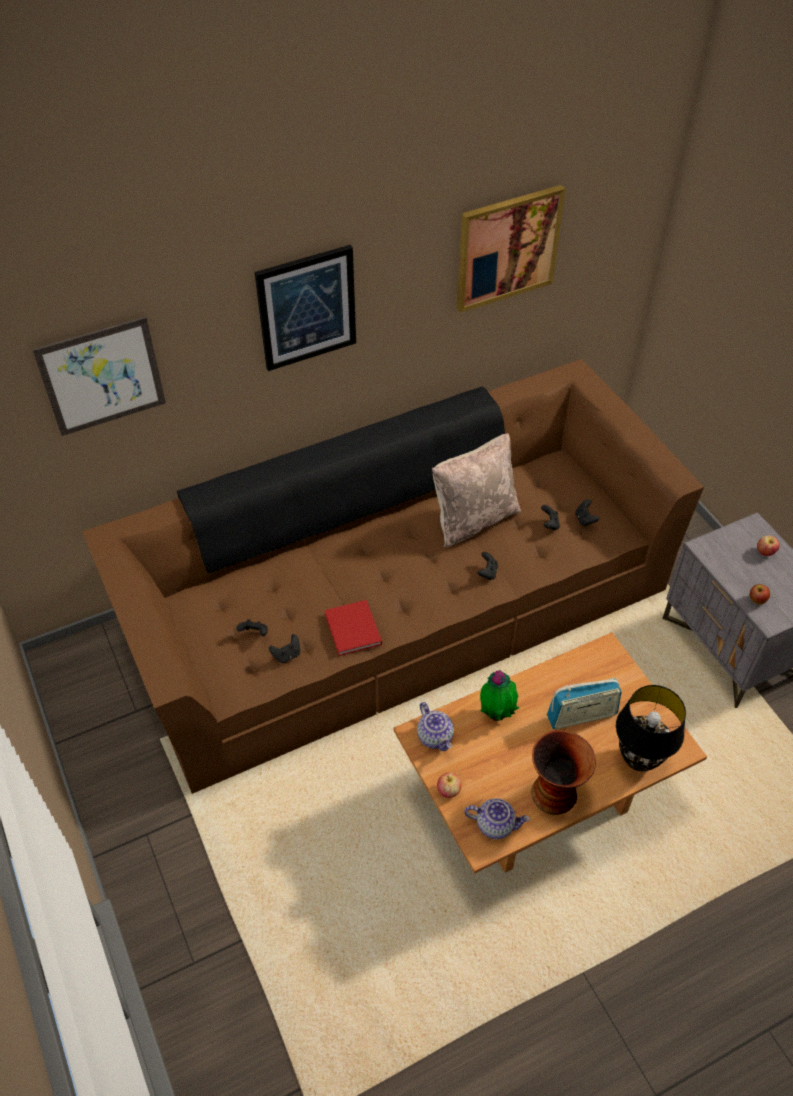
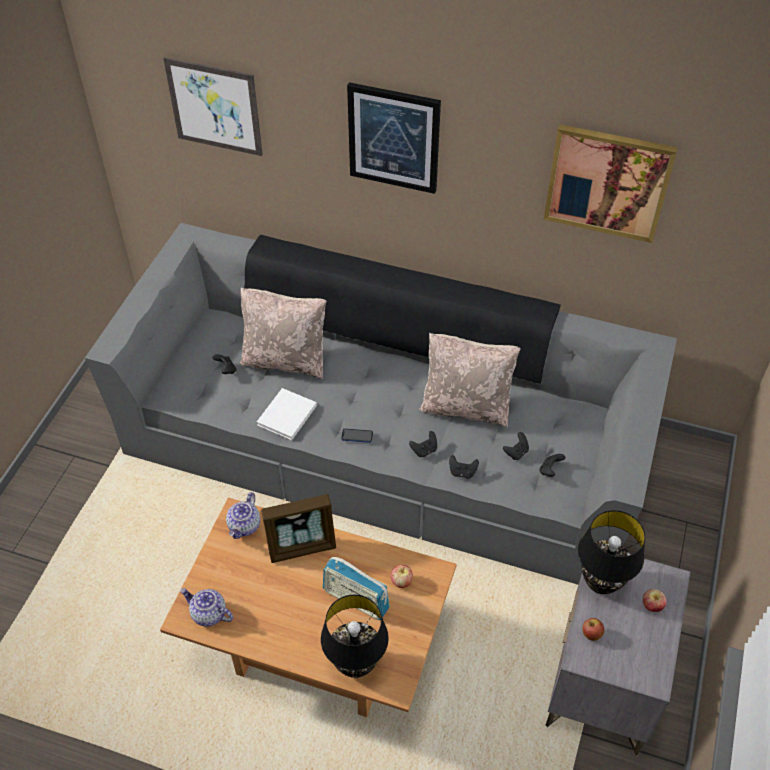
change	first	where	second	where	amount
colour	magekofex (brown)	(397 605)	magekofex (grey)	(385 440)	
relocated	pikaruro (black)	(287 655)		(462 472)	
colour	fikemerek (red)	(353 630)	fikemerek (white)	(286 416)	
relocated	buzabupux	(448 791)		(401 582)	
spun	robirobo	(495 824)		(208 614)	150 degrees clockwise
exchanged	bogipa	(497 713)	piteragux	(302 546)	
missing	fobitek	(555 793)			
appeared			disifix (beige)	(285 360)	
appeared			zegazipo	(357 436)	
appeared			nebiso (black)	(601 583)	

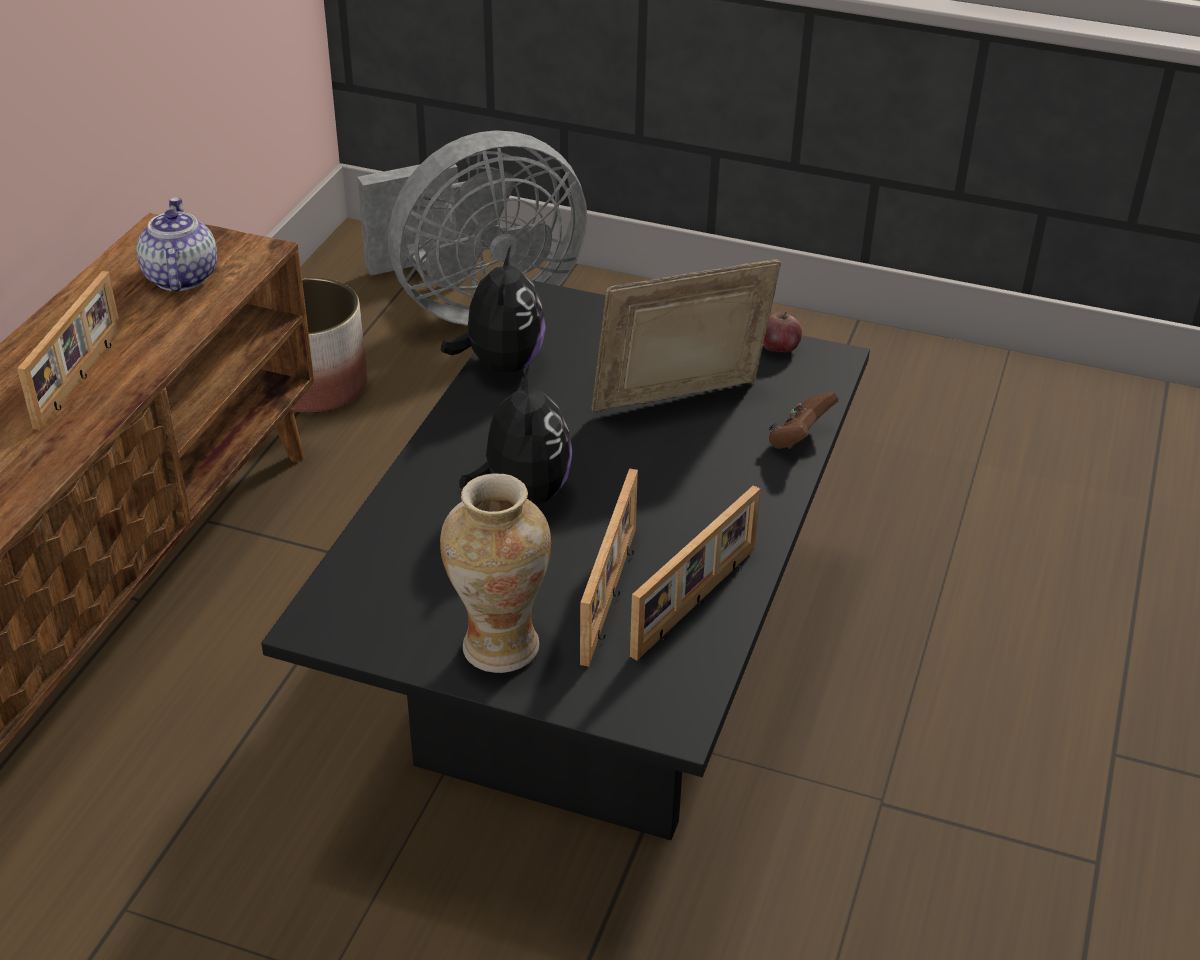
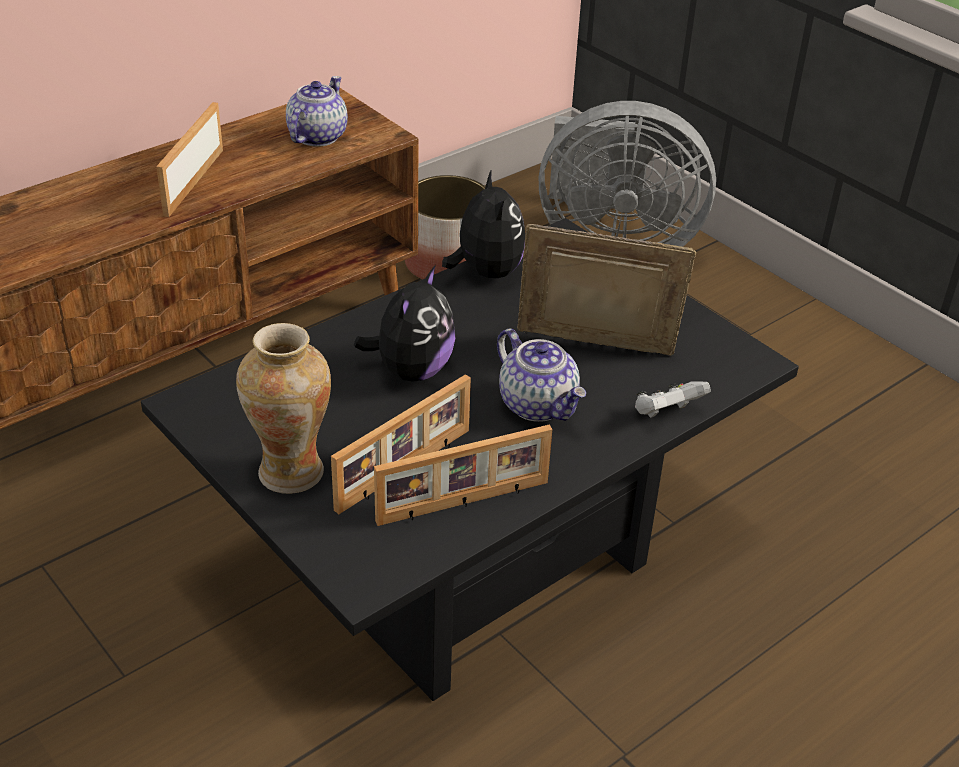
change	first	where	second	where	amount
spun	piteragux	(81 377)		(192 181)	150 degrees clockwise
spun	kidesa	(501 364)		(485 272)	45 degrees counterclockwise
missing	buzabupux	(778 348)			
colour	pikaruro (brown)	(799 439)	pikaruro (white)	(666 413)	
appeared			robirobo	(539 405)	

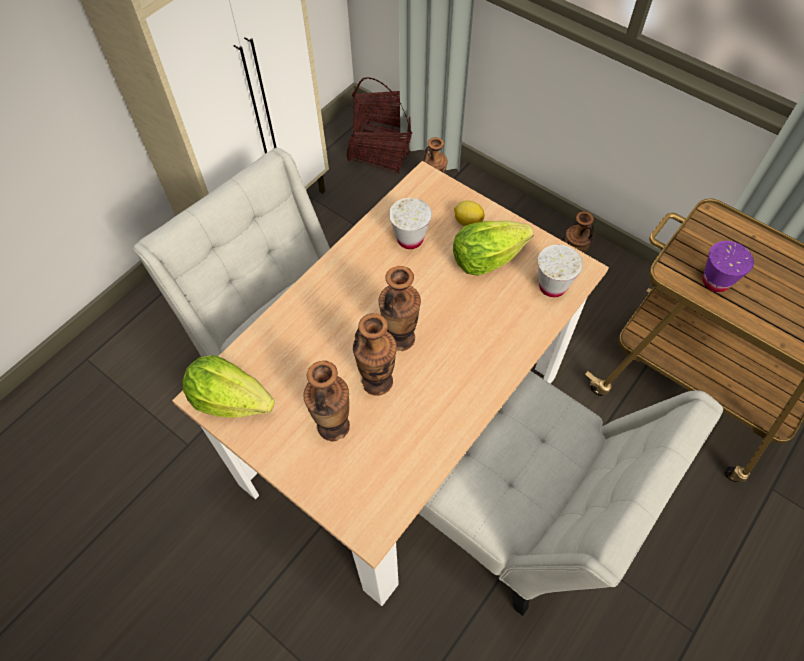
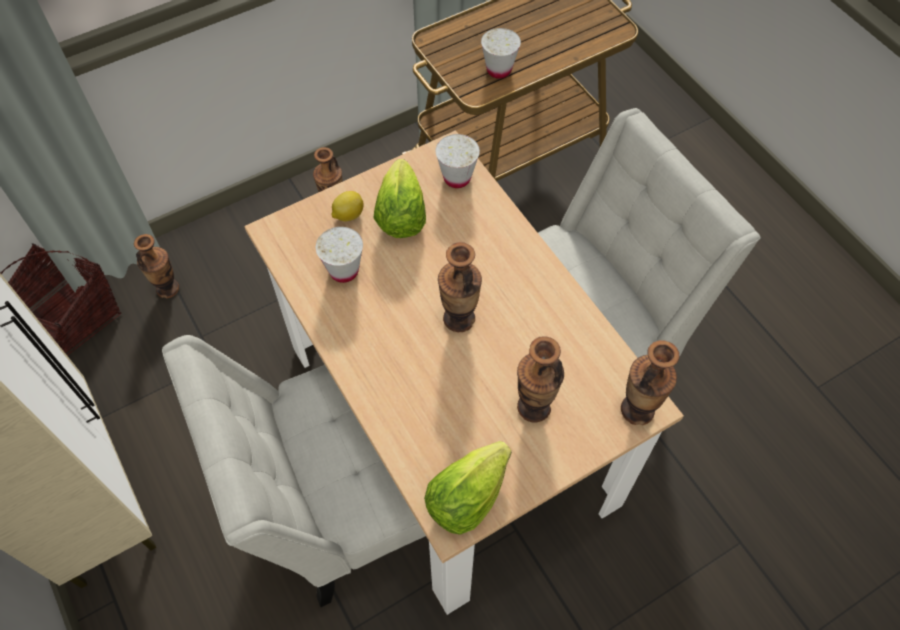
change	first	where	second	where	amount
relocated	fobitek	(377 382)		(637 410)	
colour	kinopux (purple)	(715 282)	kinopux (white)	(499 70)	

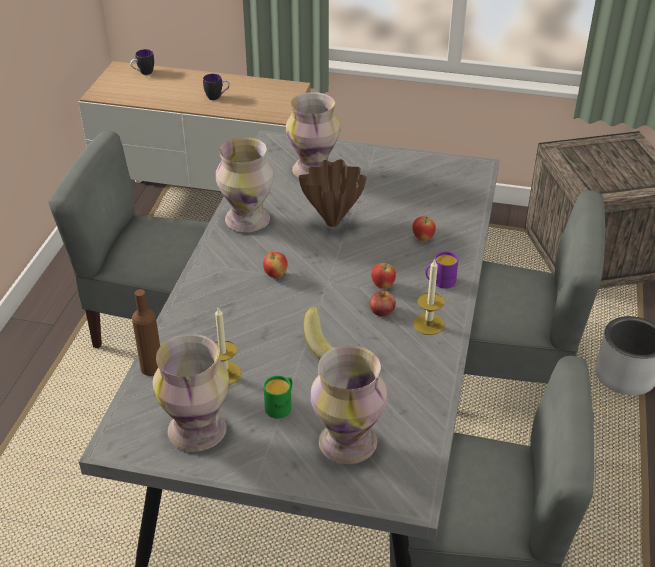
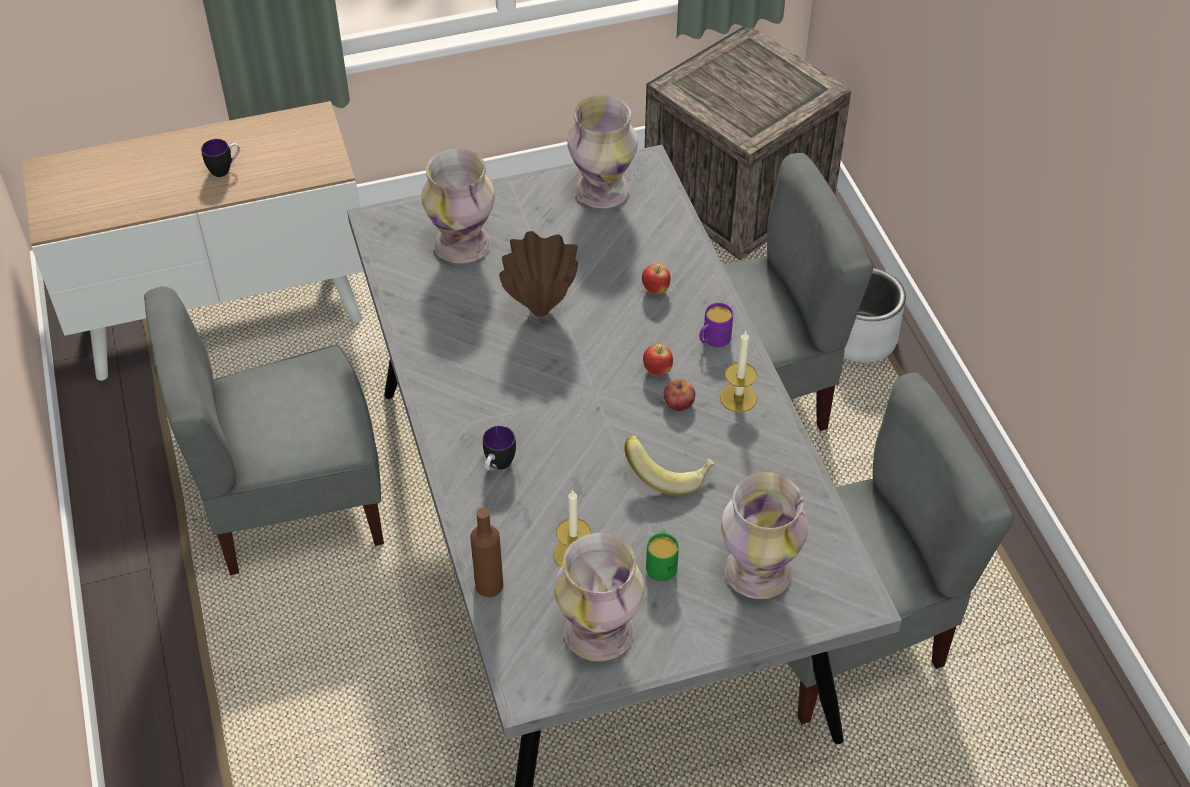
change	first	where	second	where	amount
relocated	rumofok	(143 73)		(497 466)	
relocated	fobitek	(248 220)		(603 191)	
missing	buzabupux	(275 275)			

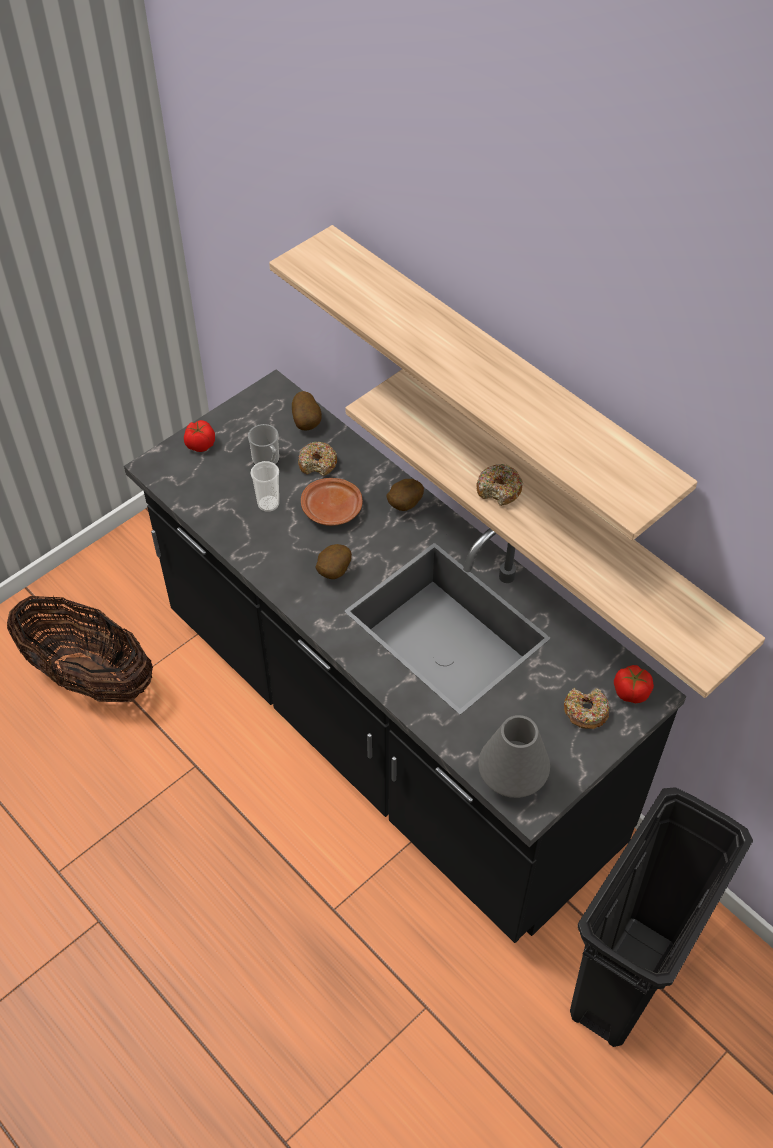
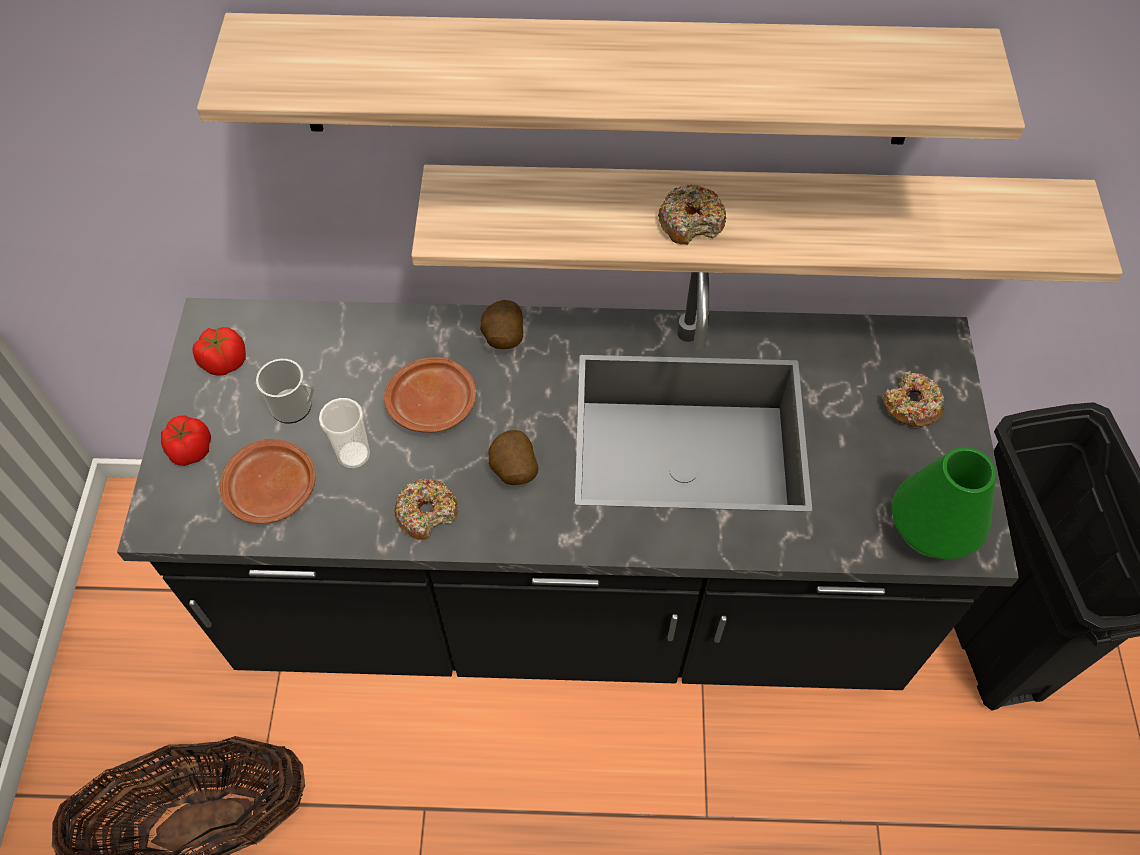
change	first	where	second	where	amount
missing	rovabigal	(307 422)			
relocated	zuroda	(318 464)		(427 513)	
colour	fobitek (grey)	(512 777)	fobitek (green)	(930 530)	
relocated	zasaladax	(630 691)		(224 362)	
appeared			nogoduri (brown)	(272 490)	

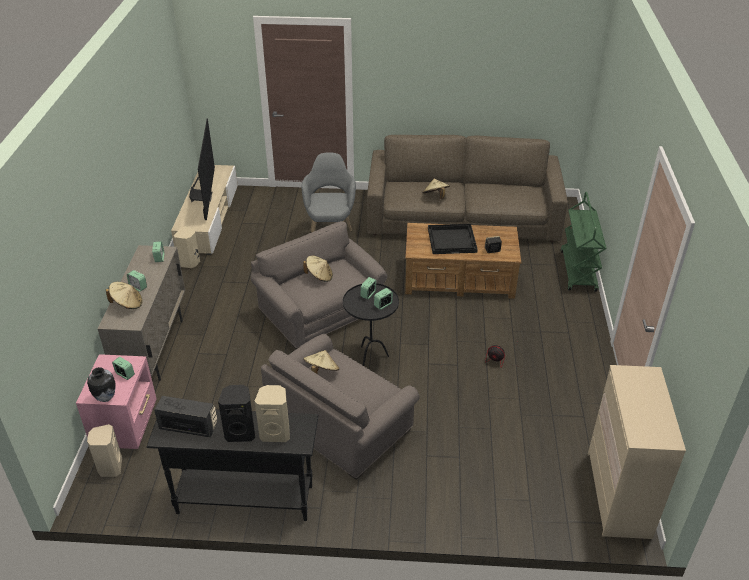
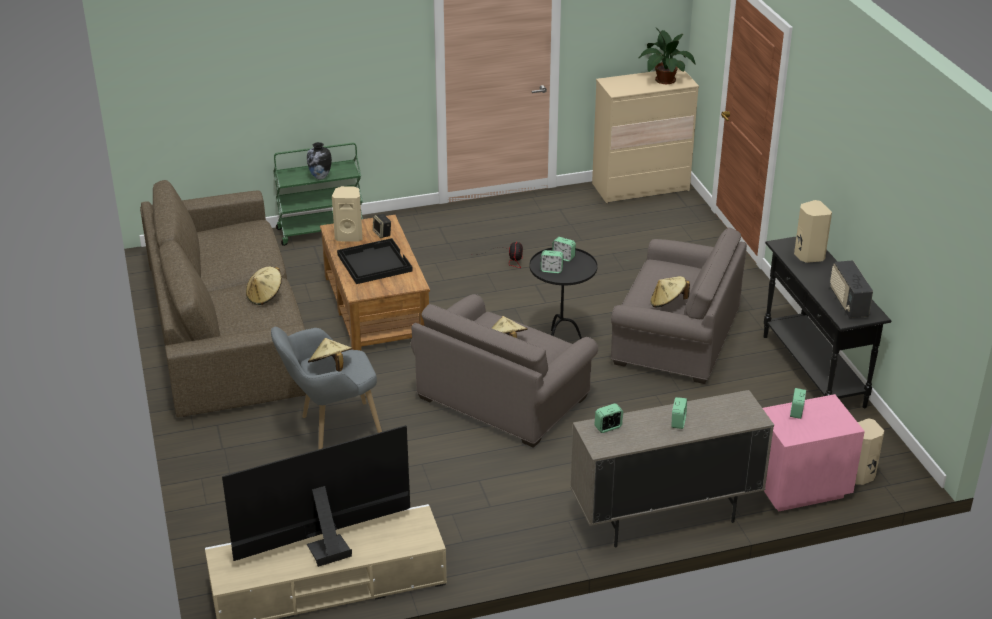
change	first	where	second	where	amount
relocated	fobitek	(105 398)		(320 177)	
relocated	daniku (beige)	(127 304)		(331 366)	
relocated	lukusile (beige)	(190 263)		(349 236)	
missing	lukusile (black)	(241 432)			
appeared			bogipa	(663 79)	

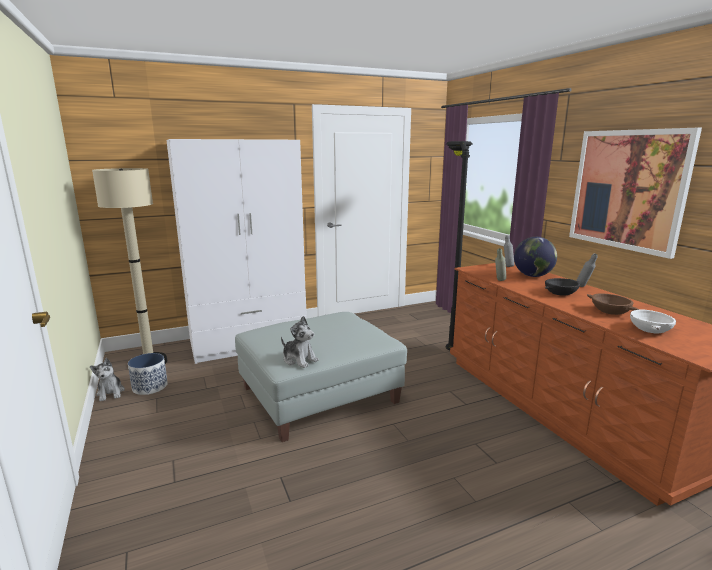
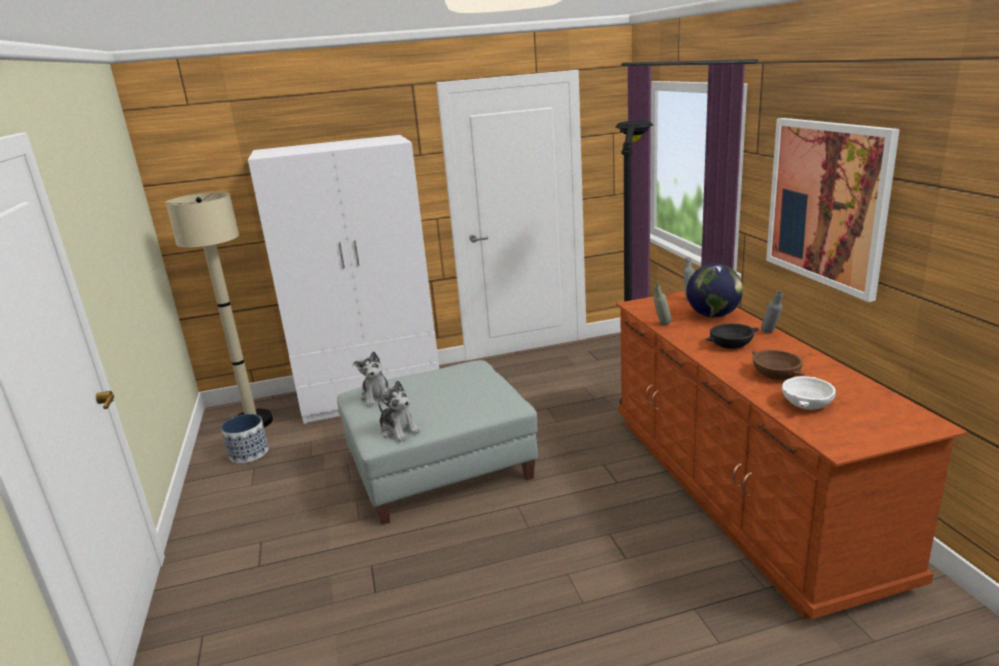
change	first	where	second	where	amount
relocated	kidesa	(111 393)		(377 396)	

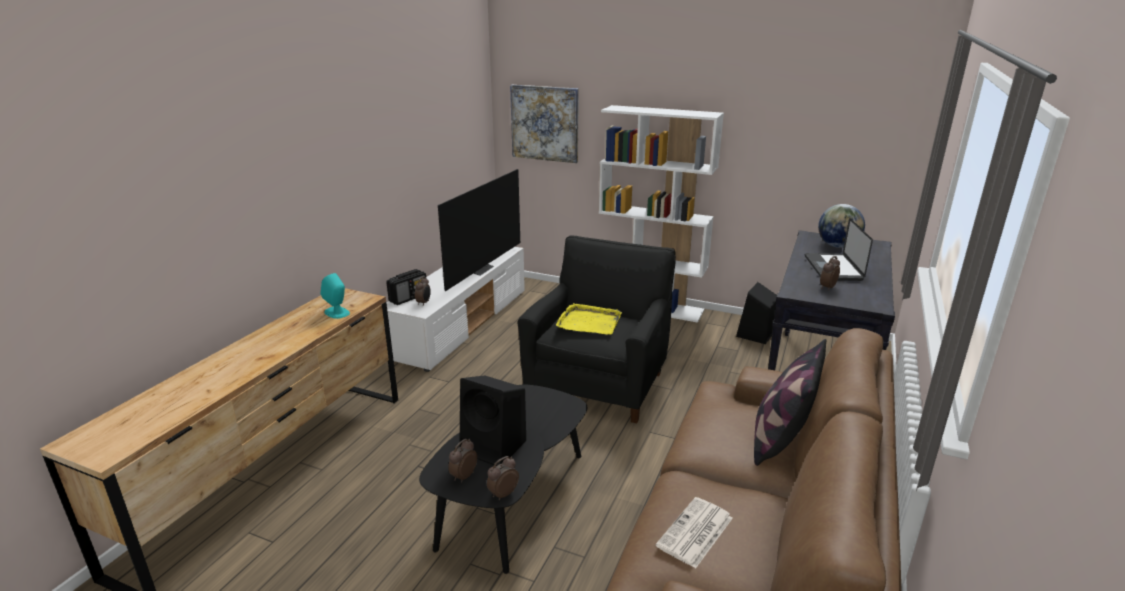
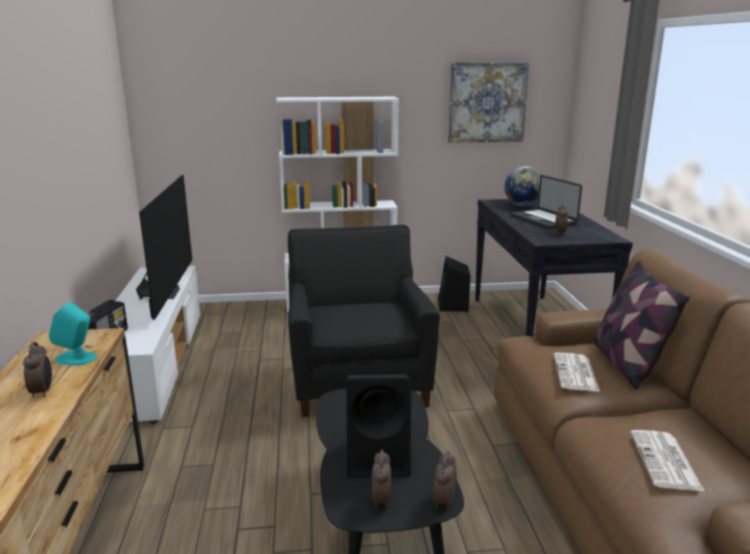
change	first	where	second	where	amount
relocated	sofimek	(424 303)		(42 392)	
relocated	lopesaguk	(545 123)		(487 102)	
missing	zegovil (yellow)	(589 322)			
appeared			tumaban	(576 373)	

